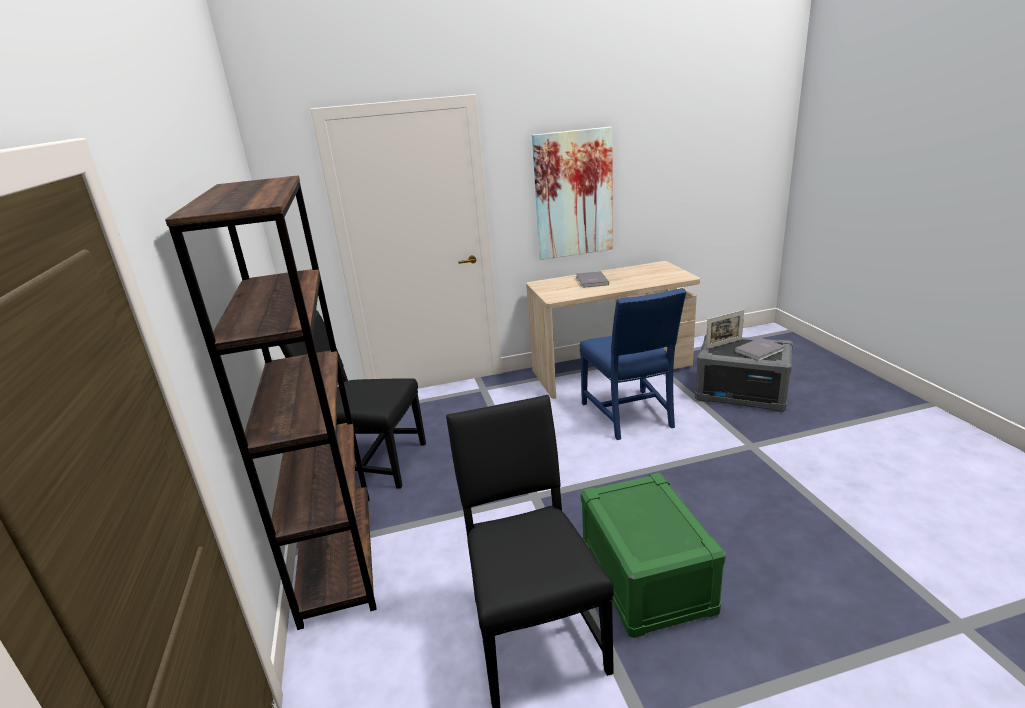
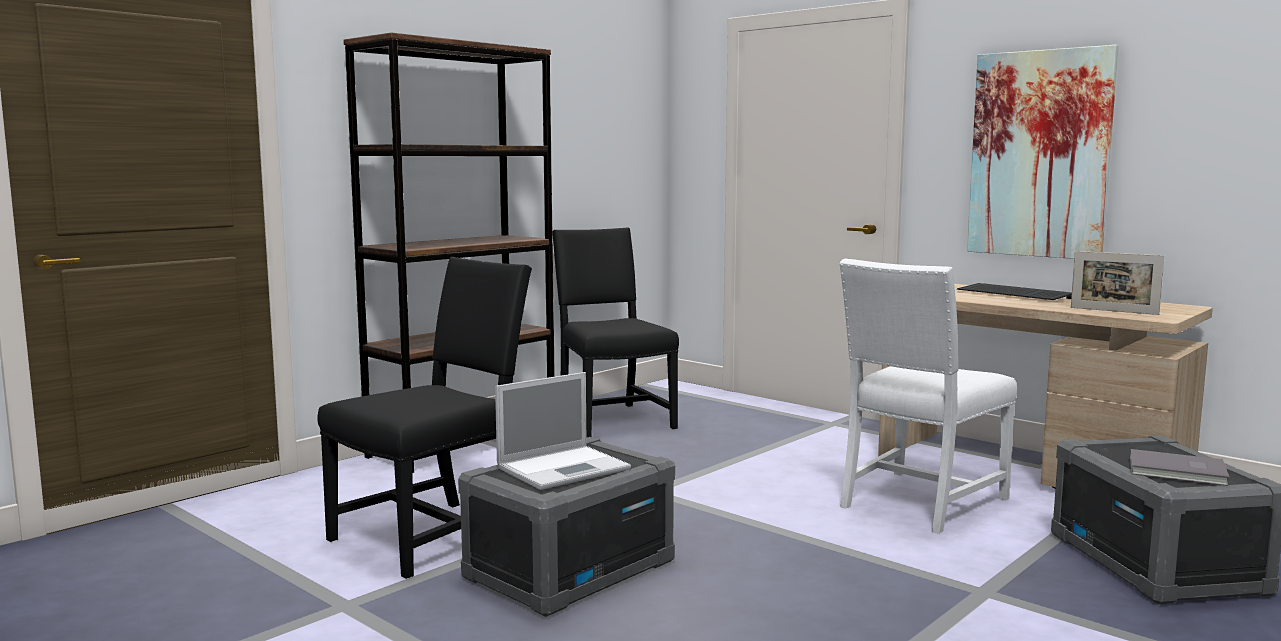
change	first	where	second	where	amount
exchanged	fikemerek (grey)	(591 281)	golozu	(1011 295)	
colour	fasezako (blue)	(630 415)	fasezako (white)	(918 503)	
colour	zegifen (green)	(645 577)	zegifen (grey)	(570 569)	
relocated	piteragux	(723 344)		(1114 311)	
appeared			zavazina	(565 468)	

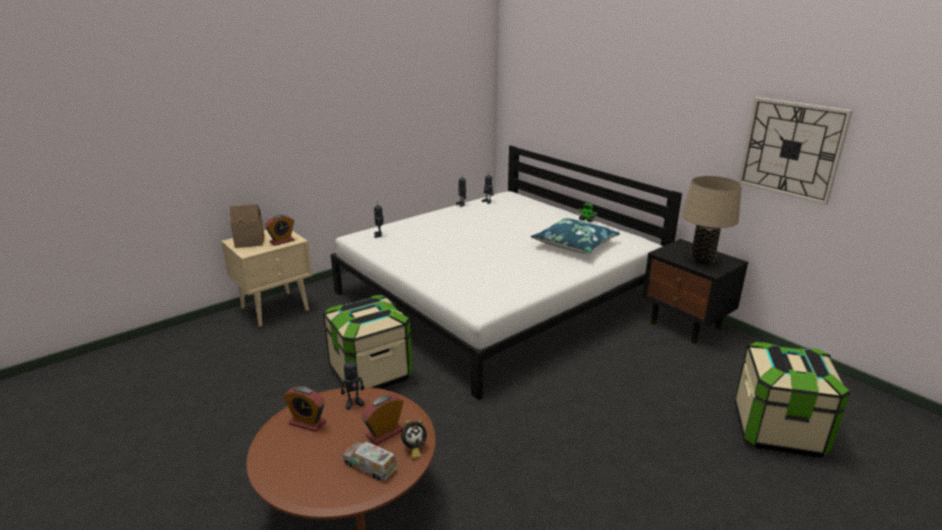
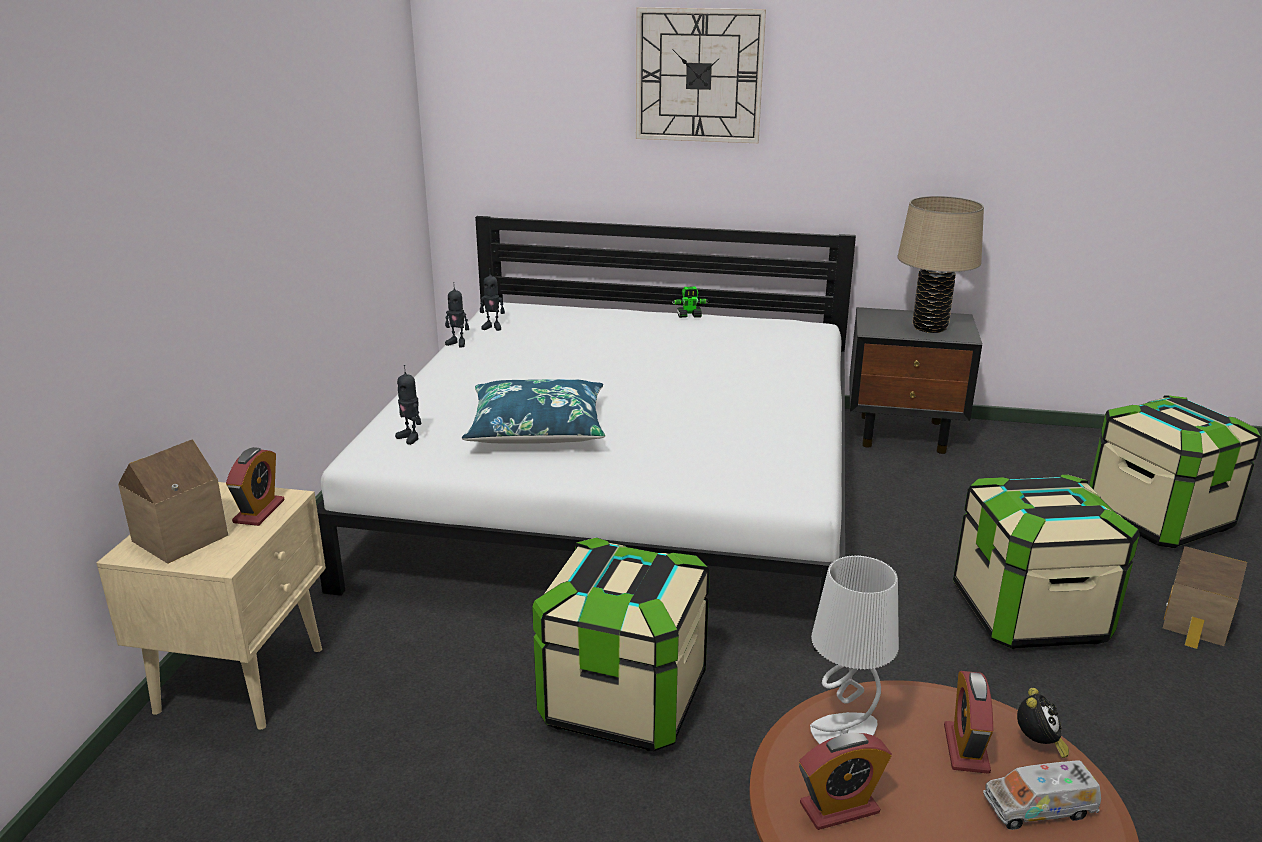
change	first	where	second	where	amount
exchanged	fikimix	(354 403)	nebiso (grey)	(844 733)	
relocated	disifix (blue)	(574 244)		(537 429)	
relocated	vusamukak	(791 149)		(699 75)	
appeared			zegifen	(1029 614)	
appeared			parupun	(1195 625)	

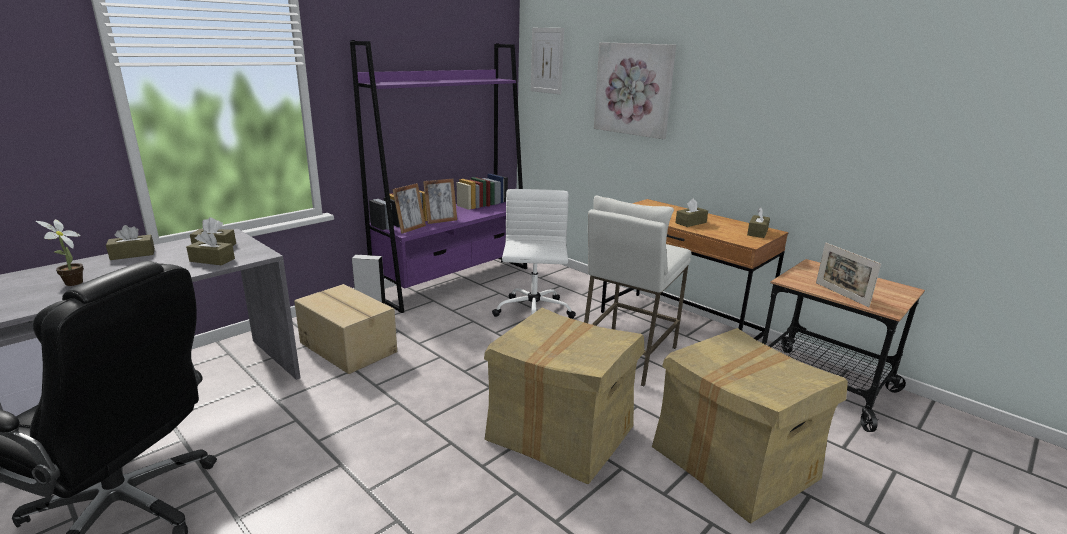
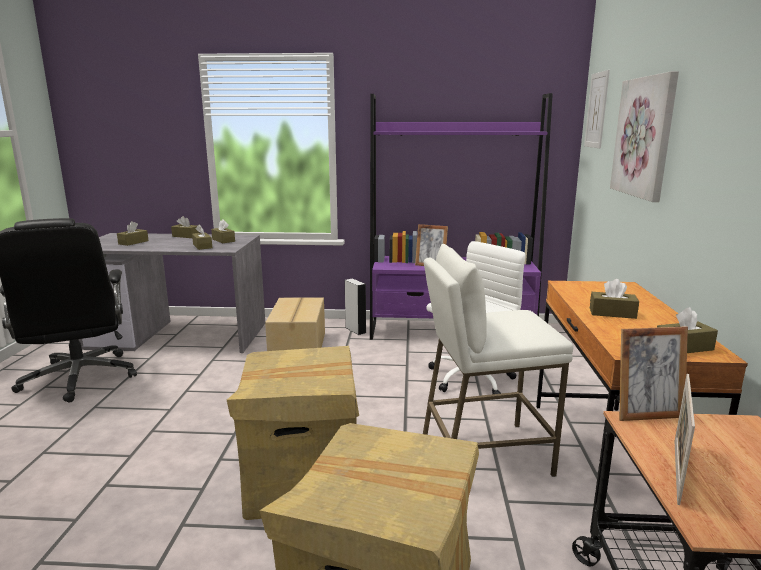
change	first	where	second	where	amount
exchanged	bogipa	(71 284)	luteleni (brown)	(133 242)	
relocated	piteragux	(410 228)		(646 414)	

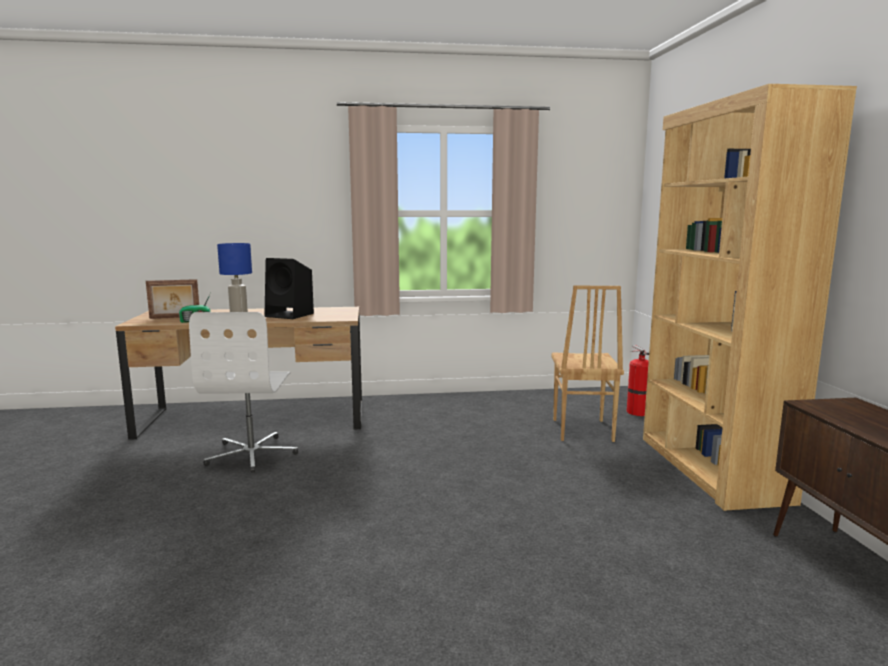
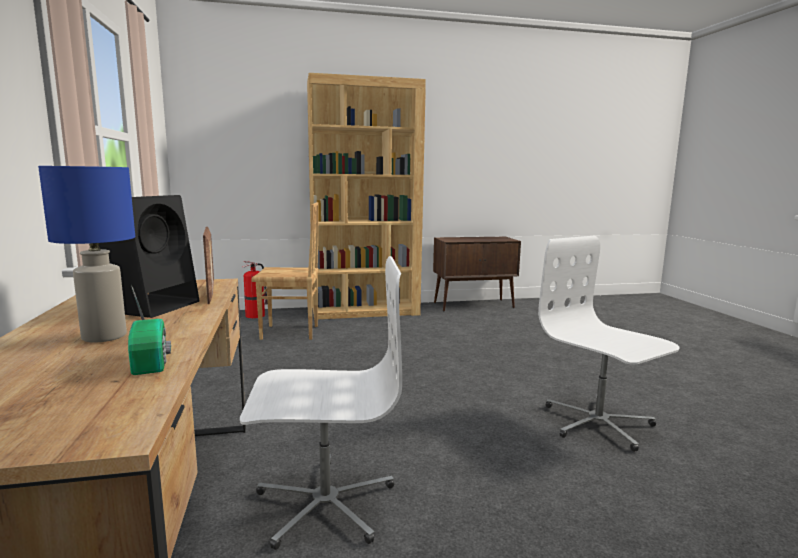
change	first	where	second	where	amount
relocated	piteragux	(175 317)		(211 294)	
appeared			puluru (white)	(598 423)	

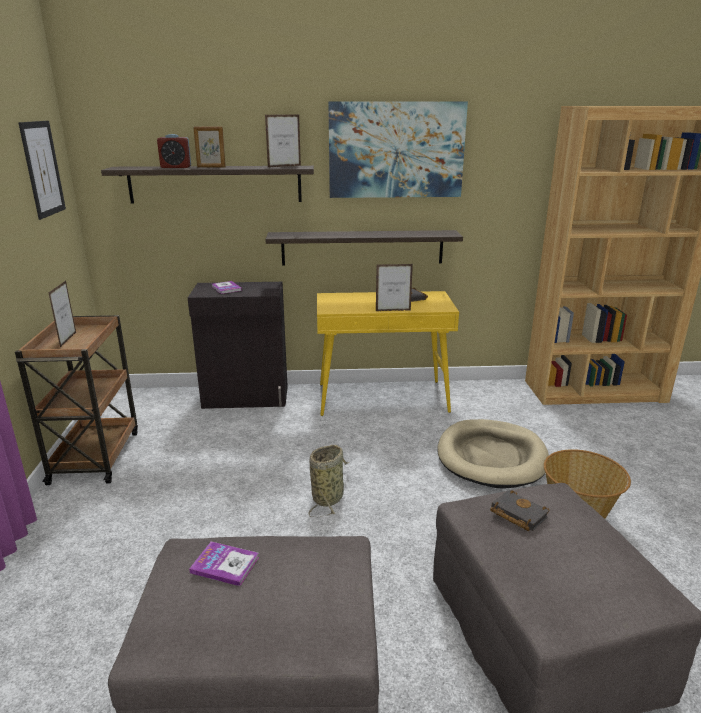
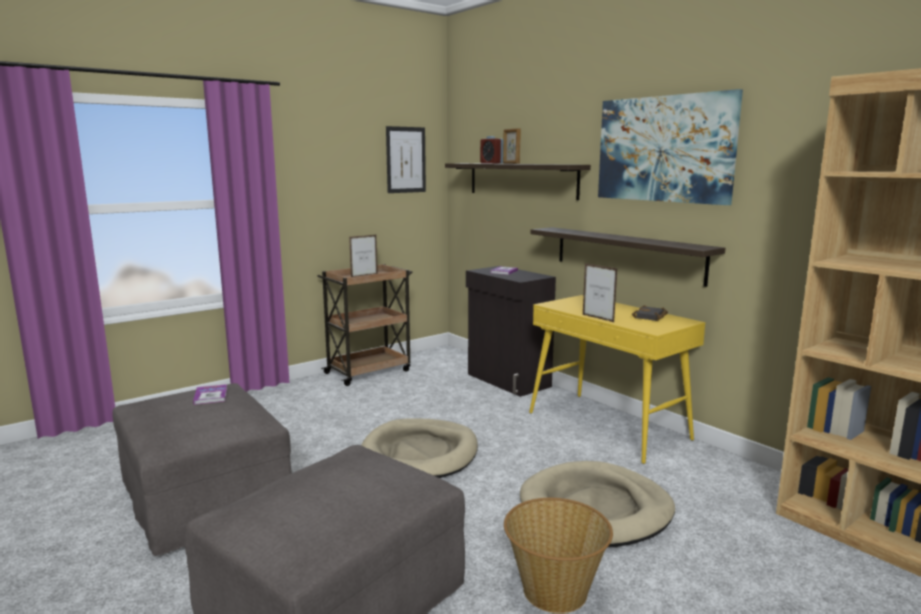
change	first	where	second	where	amount
missing	piteragux	(284 166)			
exchanged	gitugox	(329 497)	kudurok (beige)	(420 454)	
missing	fikemerek (black)	(516 514)			

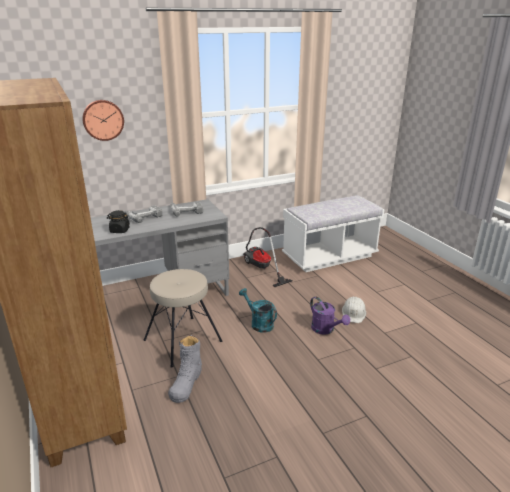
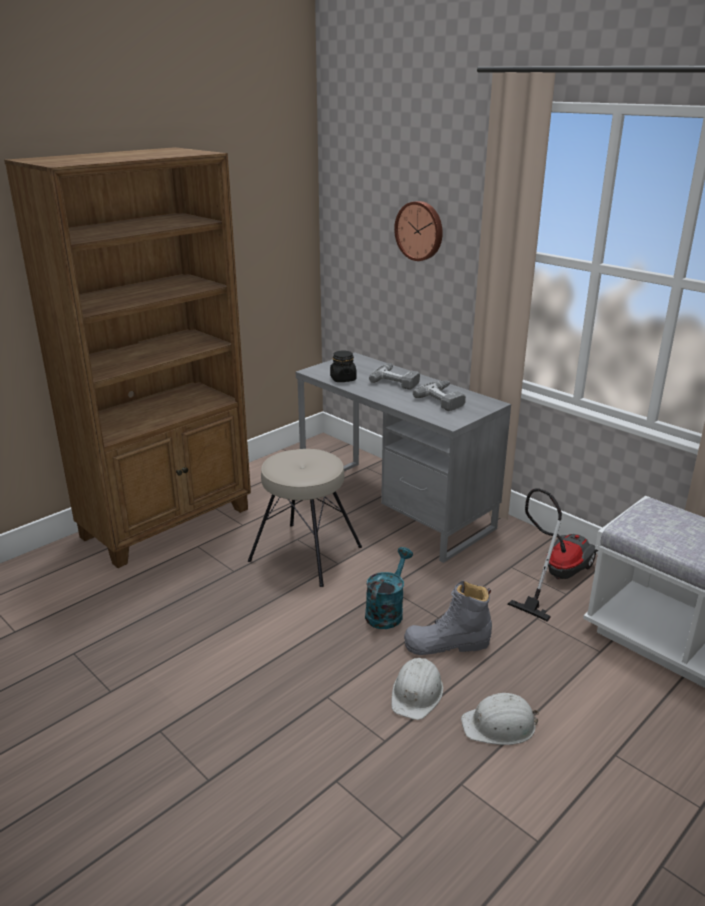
change	first	where	second	where	amount
relocated	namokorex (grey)	(186 383)		(447 644)	
exchanged	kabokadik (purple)	(326 330)	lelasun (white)	(417 693)	

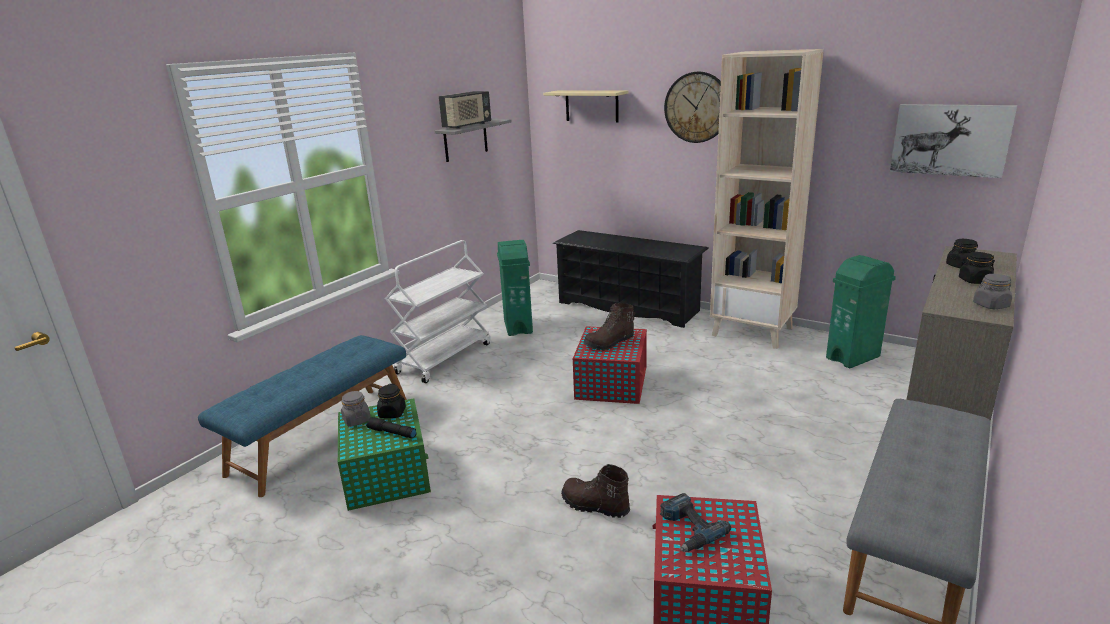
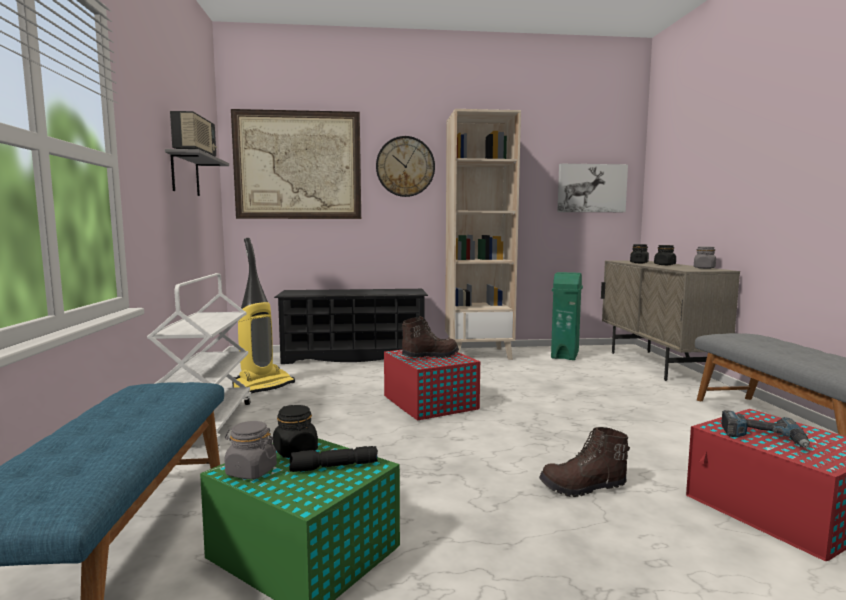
change	first	where	second	where	amount
exchanged	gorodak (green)	(518 327)	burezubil	(263 386)	
exchanged	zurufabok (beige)	(591 106)	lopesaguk	(298 165)	
spun	namokorex (brown)	(609 343)		(430 356)	135 degrees counterclockwise

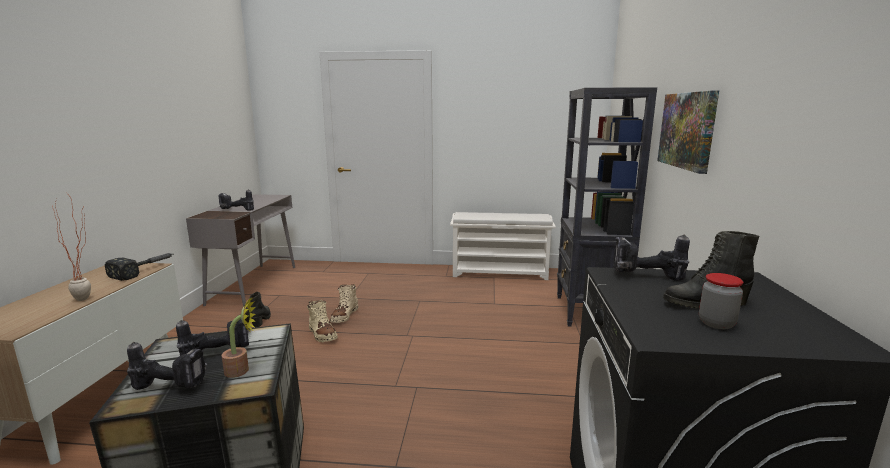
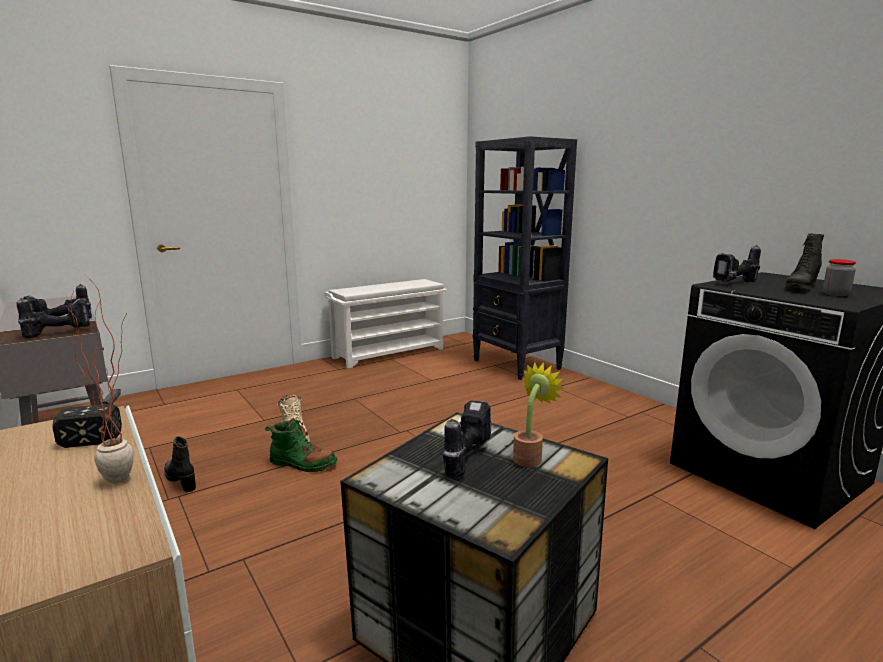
change	first	where	second	where	amount
relocated	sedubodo	(172 385)		(60 332)	
colour	namokorex (beige)	(322 334)	namokorex (green)	(302 464)	
missing	lopesaguk	(687 130)			

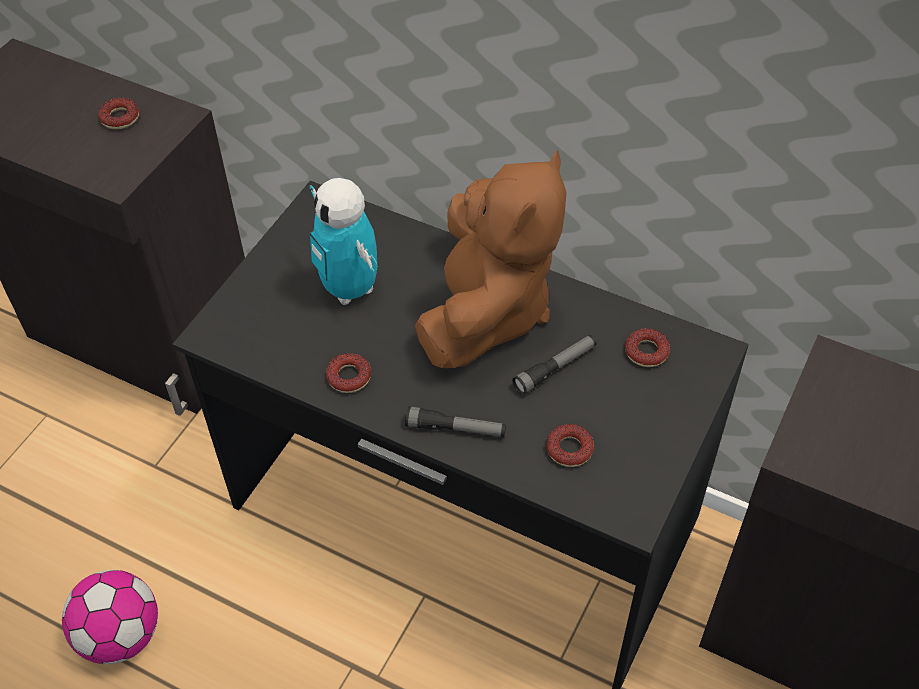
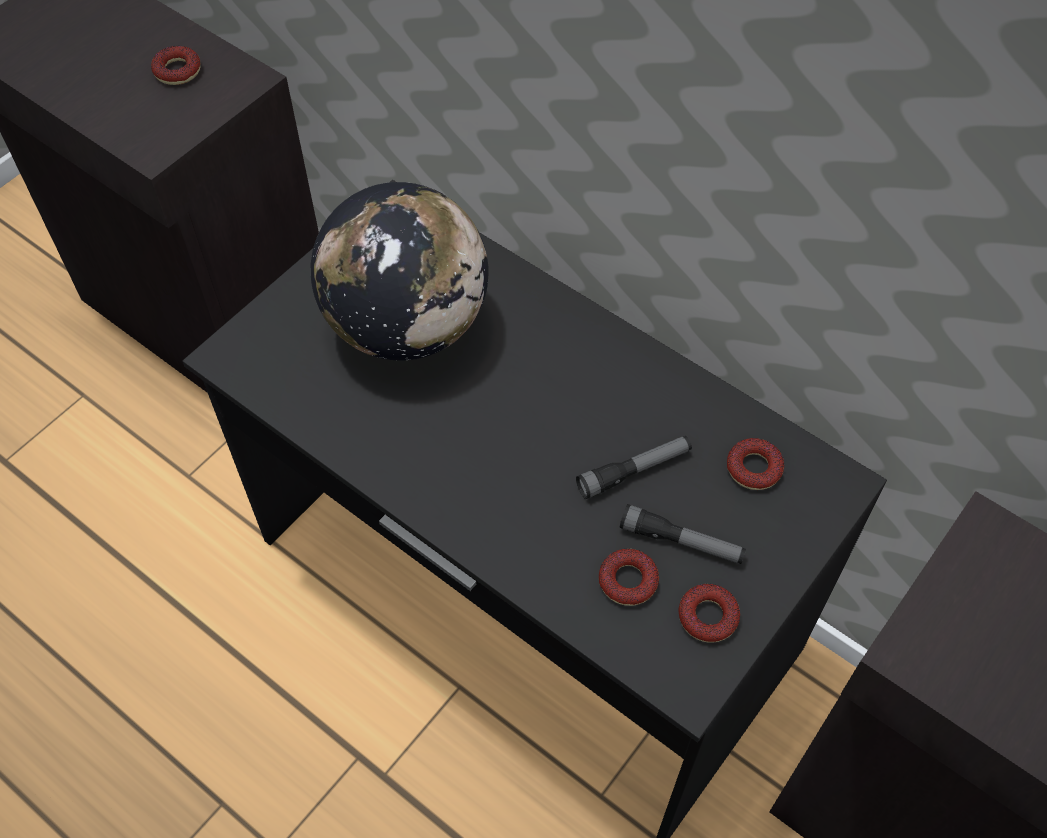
change	first	where	second	where	amount
missing	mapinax	(121 636)			
exchanged	fikimix	(350 289)	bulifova	(407 326)	
relocated	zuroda	(349 377)		(708 616)	
relocated	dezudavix	(456 429)		(681 542)	
missing	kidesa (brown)	(487 311)			

